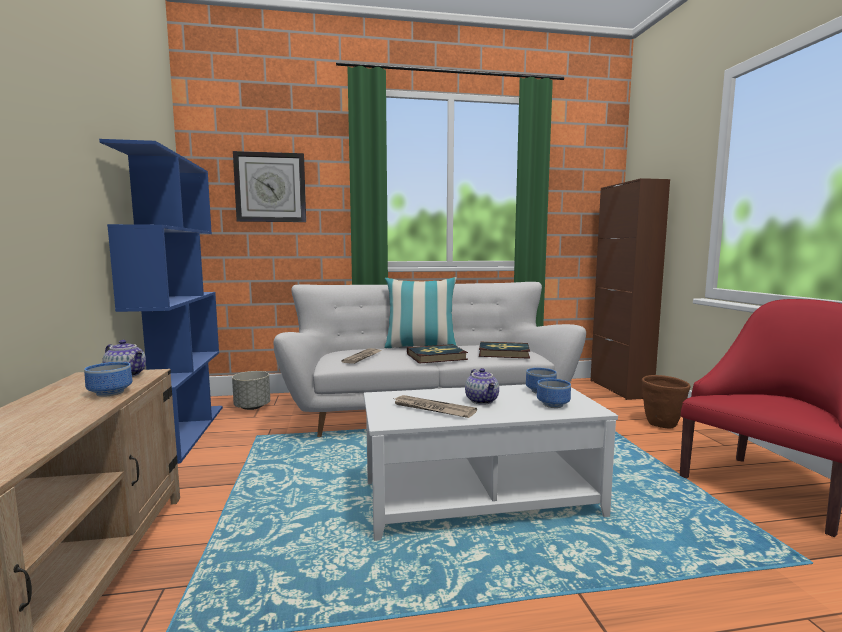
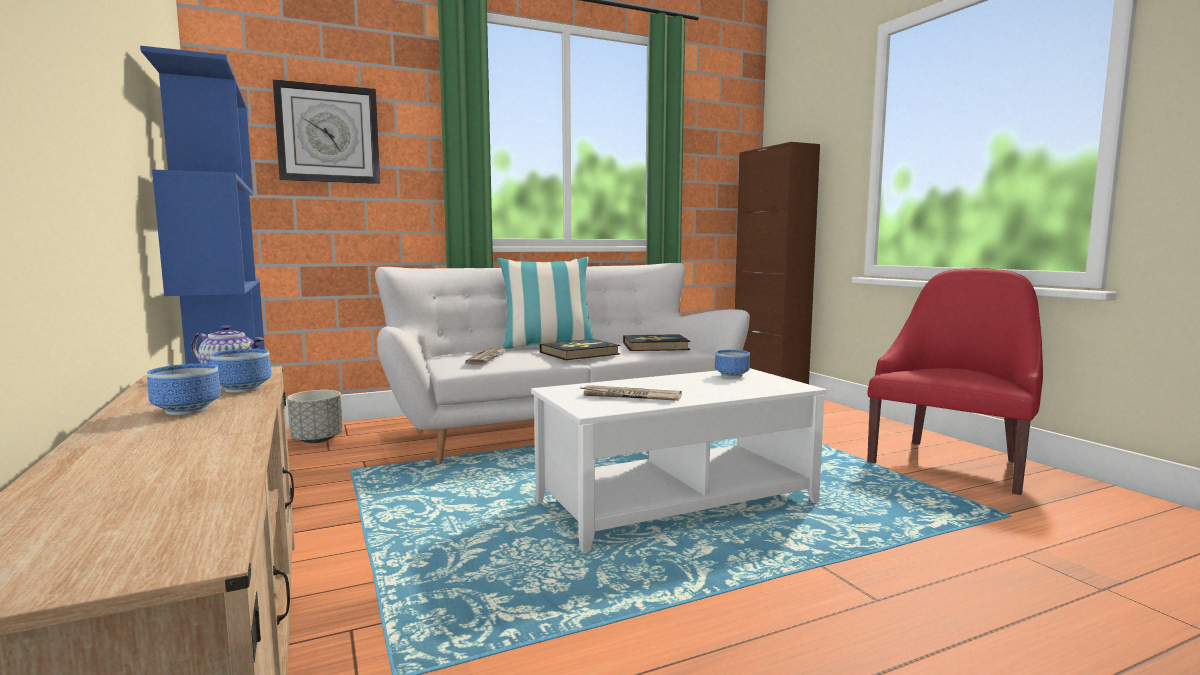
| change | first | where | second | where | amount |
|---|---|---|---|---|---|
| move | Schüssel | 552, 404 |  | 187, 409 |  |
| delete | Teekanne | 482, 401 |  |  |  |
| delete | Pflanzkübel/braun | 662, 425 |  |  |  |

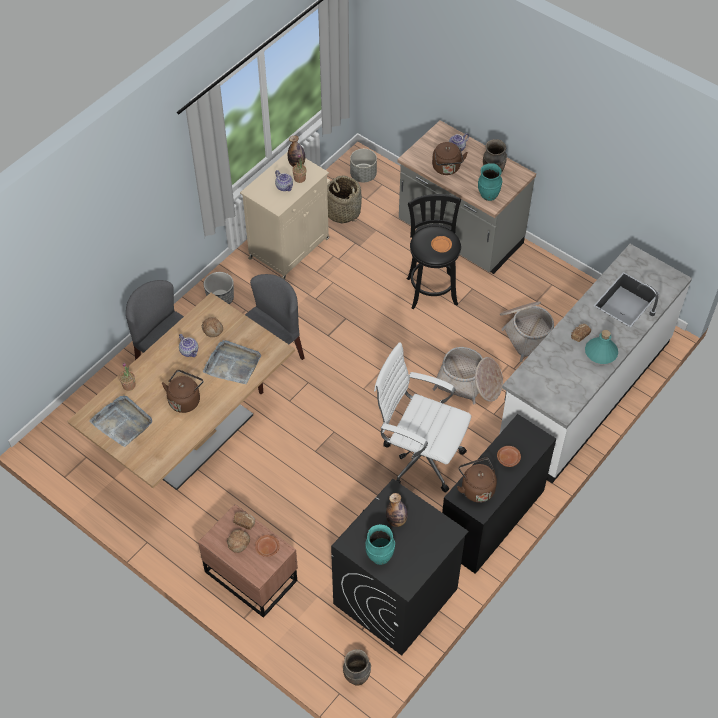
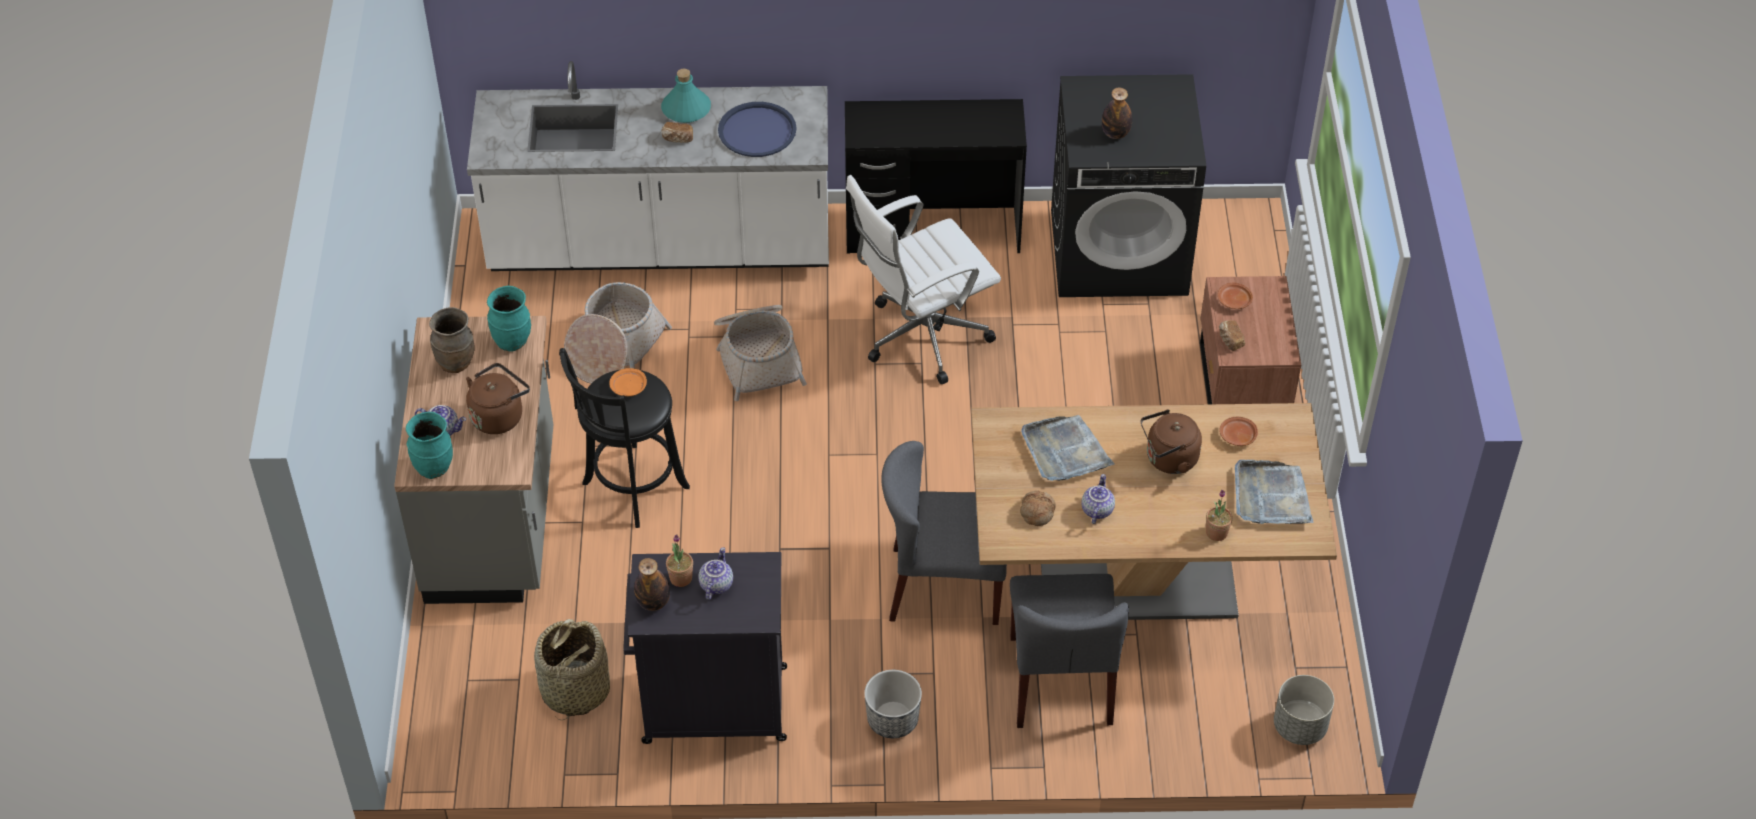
| change | first | where | second | where | amount |
|---|---|---|---|---|---|
| move | Vase/türkis | 380, 556 |  | 434, 468 |  |
| recolor | Schrank/beige | 290, 247 | Schrank/schwarz | 711, 705 |  |
| insert |  |  | Tablett/blau | 757, 131 |  |
| rotate | Bürostuhl/weiß | 419, 457 |  | 920, 338 | 75 degrees clockwise |
| move | Teller/braun | 508, 458 |  | 1237, 436 |  |
| move | Pflanzkübel/grau | 363, 175 |  | 1299, 727 |  |
| delete | Brot | 238, 542 |  |  |  |
| delete | Vase/braun | 357, 676 |  |  |  |
| delete | Wasserkessel/braun | 476, 488 |  |  |  |

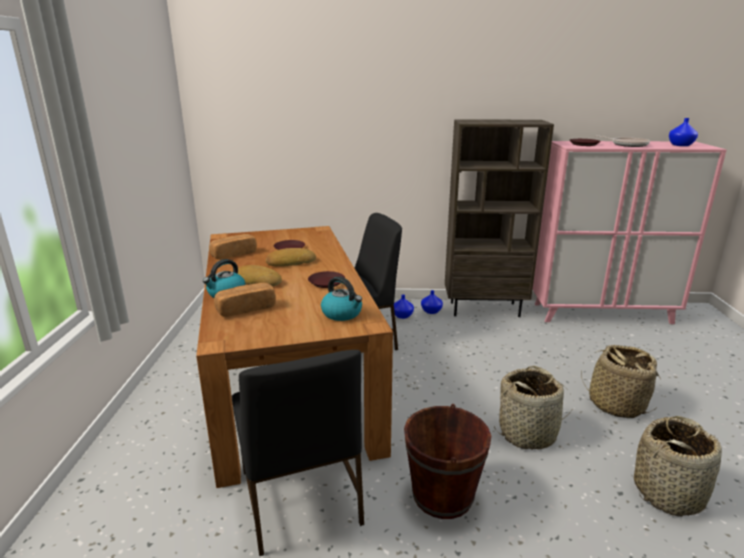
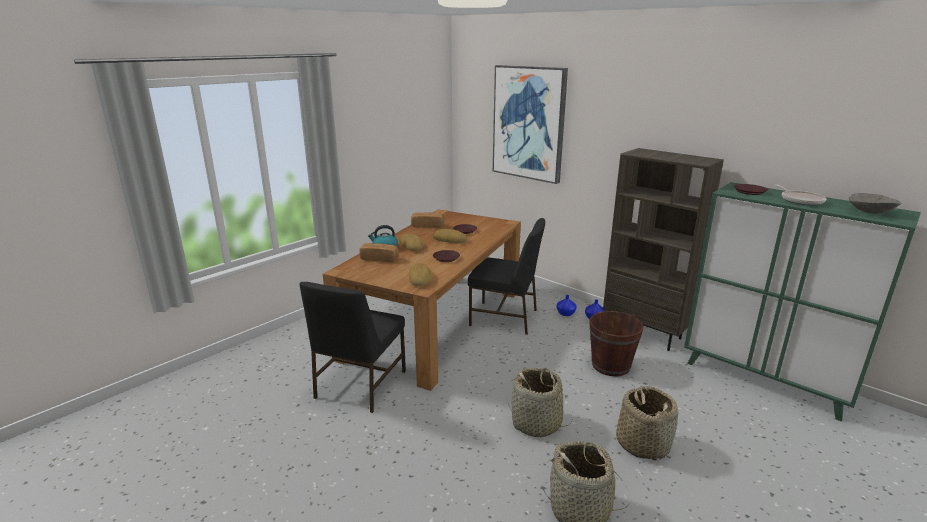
| change | first | where | second | where | amount |
|---|---|---|---|---|---|
| replace | Wasserkessel | 342, 313 | Brot | 420, 278 |  |
| insert |  |  | Bild | 529, 123 |  |
| move | Eimer/braun | 442, 495 |  | 610, 365 |  |
| recolor | Schrank/rosa | 602, 313 | Schrank/grün | 765, 380 |  |
| replace | Vase/blau | 680, 145 | Schüssel/grau | 870, 212 |  |

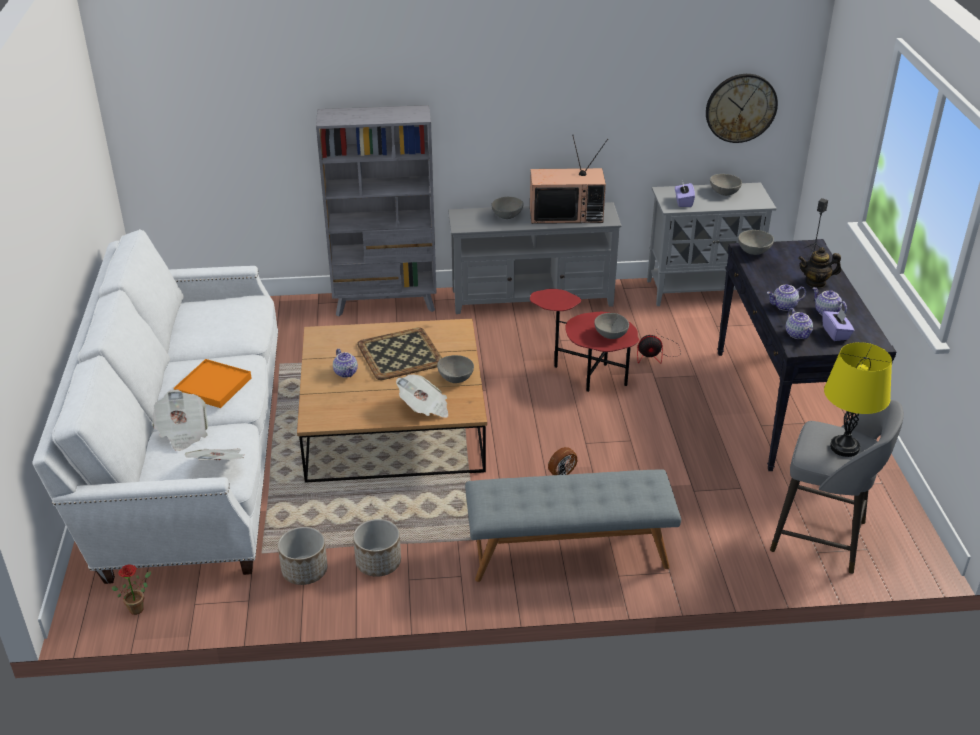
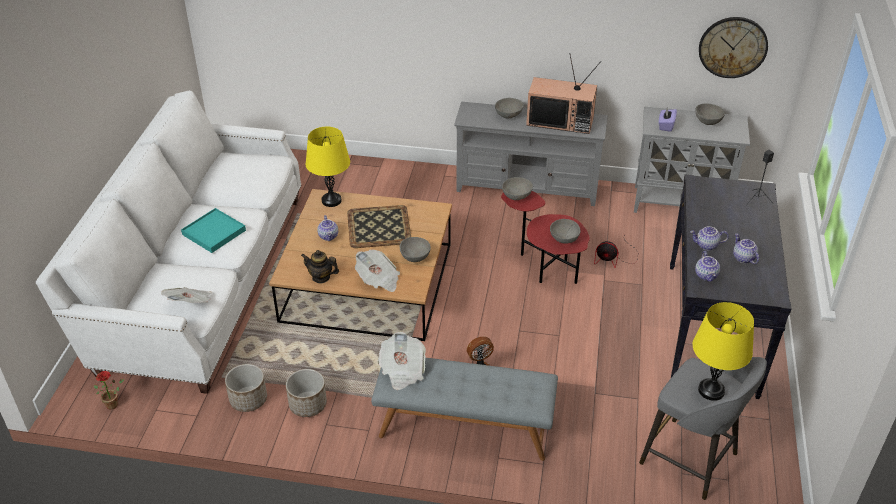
| change | first | where | second | where | amount |
|---|---|---|---|---|---|
| recolor | Tablett/orange | 213, 386 | Tablett/türkis | 214, 232 |  |
| move | Teekanne | 816, 283 |  | 321, 277 |  |
| insert |  |  | Tischlampe/gelb | 331, 200 |  |
| move | Zeitung | 183, 432 |  | 402, 370 |  |
| move | Schüssel/grau | 754, 251 |  | 517, 196 |  |
| delete | Bücherregal/grau | 385, 303 |  |  |  |
| delete | Taschentuchbox/lila | 836, 333 |  |  |  |

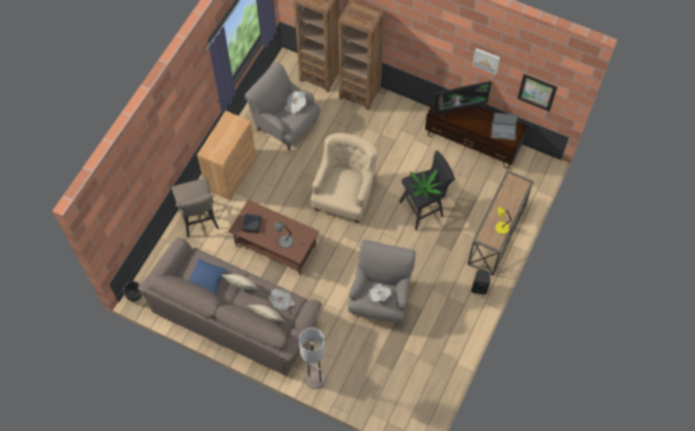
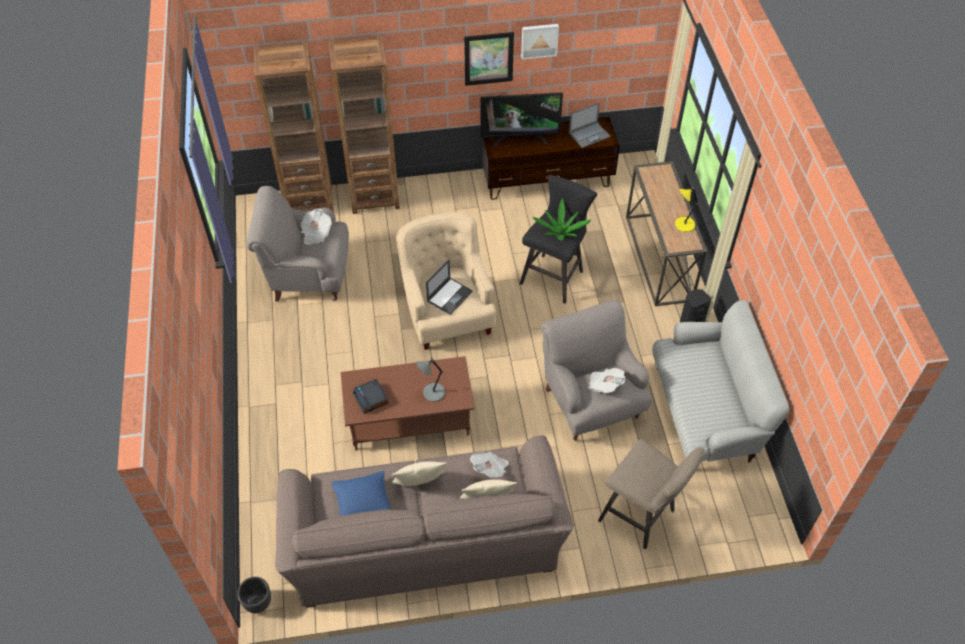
| change | first | where | second | where | amount |
|---|---|---|---|---|---|
| insert |  |  | Laptop | 449, 296 |  |
| move | Bild | 537, 92 |  | 488, 58 |  |
| rotate | Fernseher | 458, 109 |  | 519, 138 | 45 degrees clockwise |
| move | Hocker/beige | 200, 221 |  | 641, 517 |  |
| insert |  |  | Sofa | 705, 413 |  |
| delete | Schrank/braun | 231, 173 |  |  |  |
| delete | Stehlampe | 314, 379 |  |  |  |

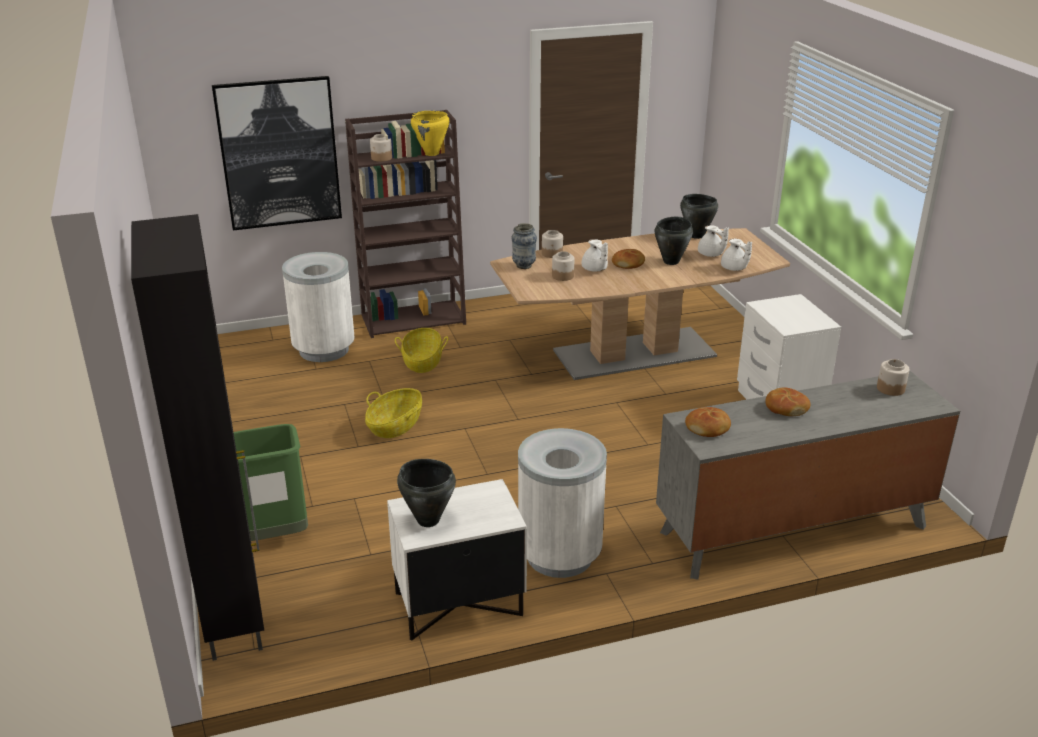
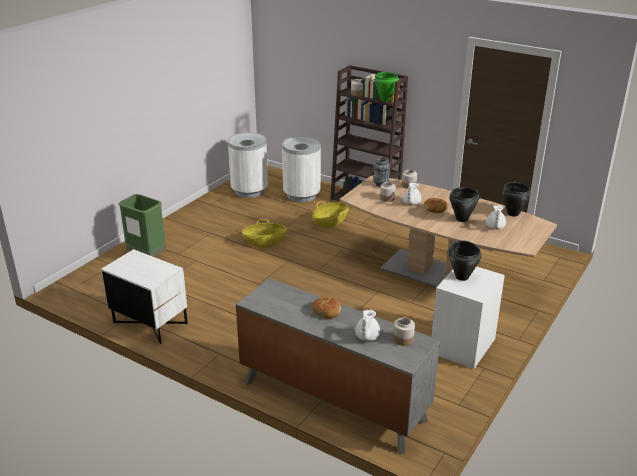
| change | first | where | second | where | amount |
|---|---|---|---|---|---|
| move | Mülleimer/weiß | 559, 555 |  | 249, 191 |  |
| move | Teekanne/weiß | 734, 268 |  | 366, 336 |  |
| recolor | Kochtopf/gelb | 431, 153 | Kochtopf/grün | 385, 100 |  |
| move | Kochtopf/schwarz | 428, 520 |  | 462, 277 |  |
| delete | Schrank/schwarz | 234, 614 |  |  |  |
| delete | Bild | 279, 153 |  |  |  |
| delete | Brot | 708, 428 |  |  |  |

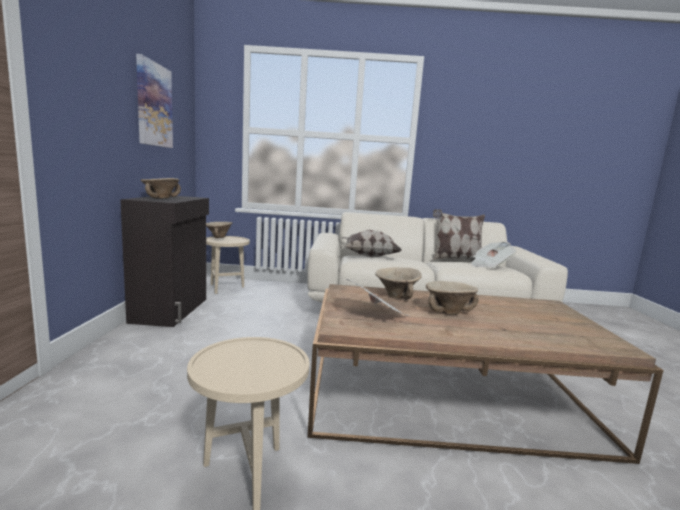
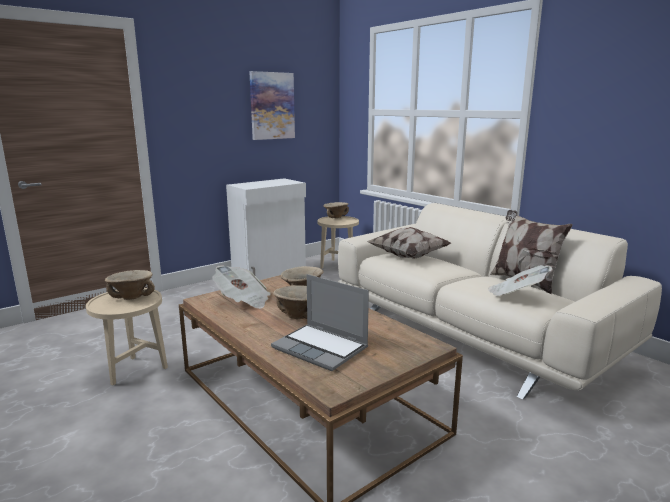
| change | first | where | second | where | amount |
|---|---|---|---|---|---|
| move | Schüssel/beige | 160, 198 |  | 132, 297 |  |
| recolor | Schrank/schwarz | 172, 310 | Schrank/weiß | 270, 273 |  |
| insert |  |  | Laptop | 321, 348 |  |

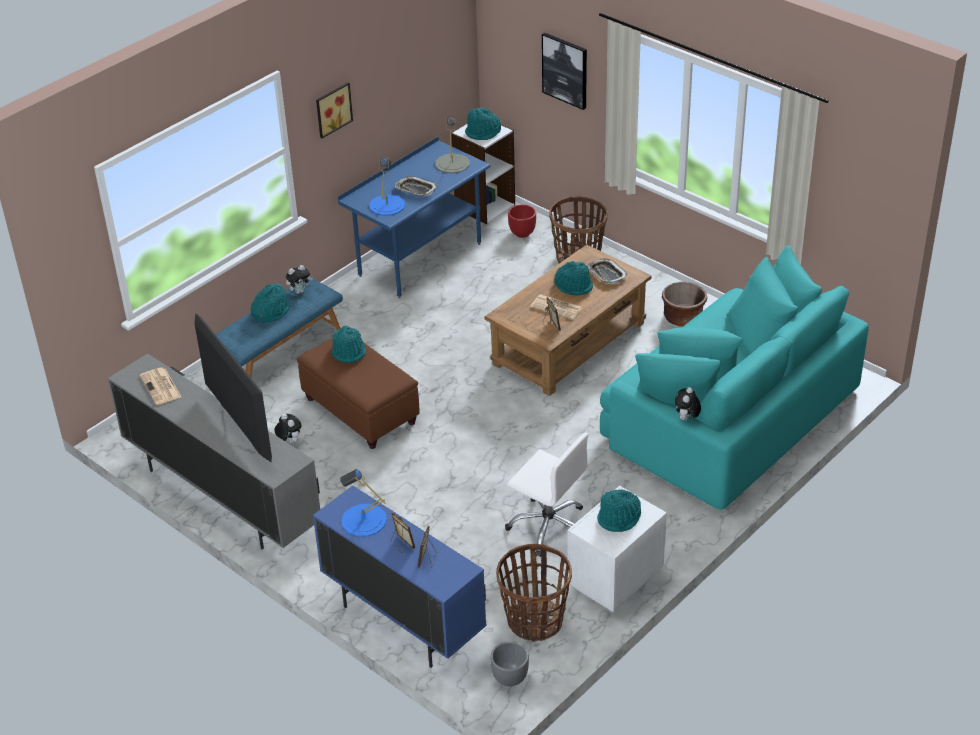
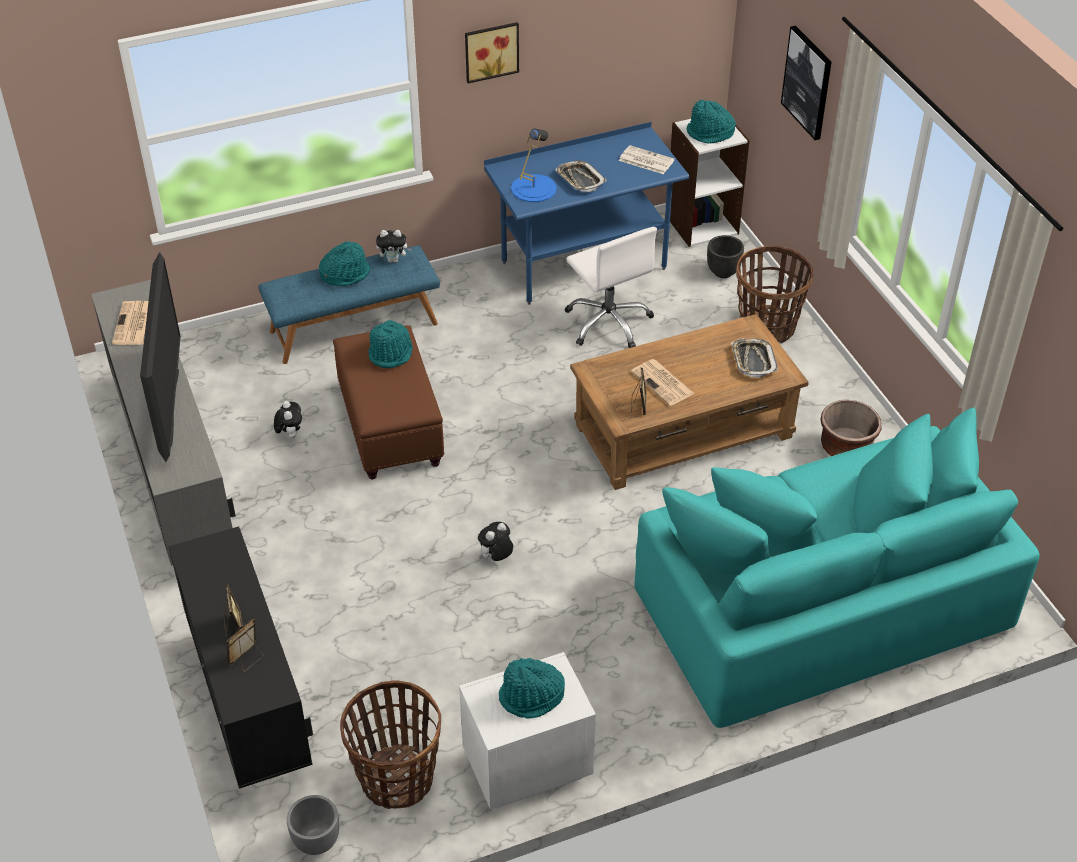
| change | first | where | second | where | amount |
|---|---|---|---|---|---|
| recolor | Schrank/blau | 403, 622 | Schrank/schwarz | 251, 712 |  |
| move | Plüschtier | 686, 419 |  | 496, 558 |  |
| move | Bürostuhl/weiß | 549, 526 |  | 608, 322 |  |
| replace | Tischlampe/grau | 452, 163 | Zeitung | 645, 160 |  |
| recolor | Pflanzkübel/rot | 522, 233 | Pflanzkübel/schwarz | 723, 272 |  |
| delete | Tischlampe/blau | 364, 520 |  |  |  |
| delete | Hut/türkis | 574, 286 |  |  |  |

